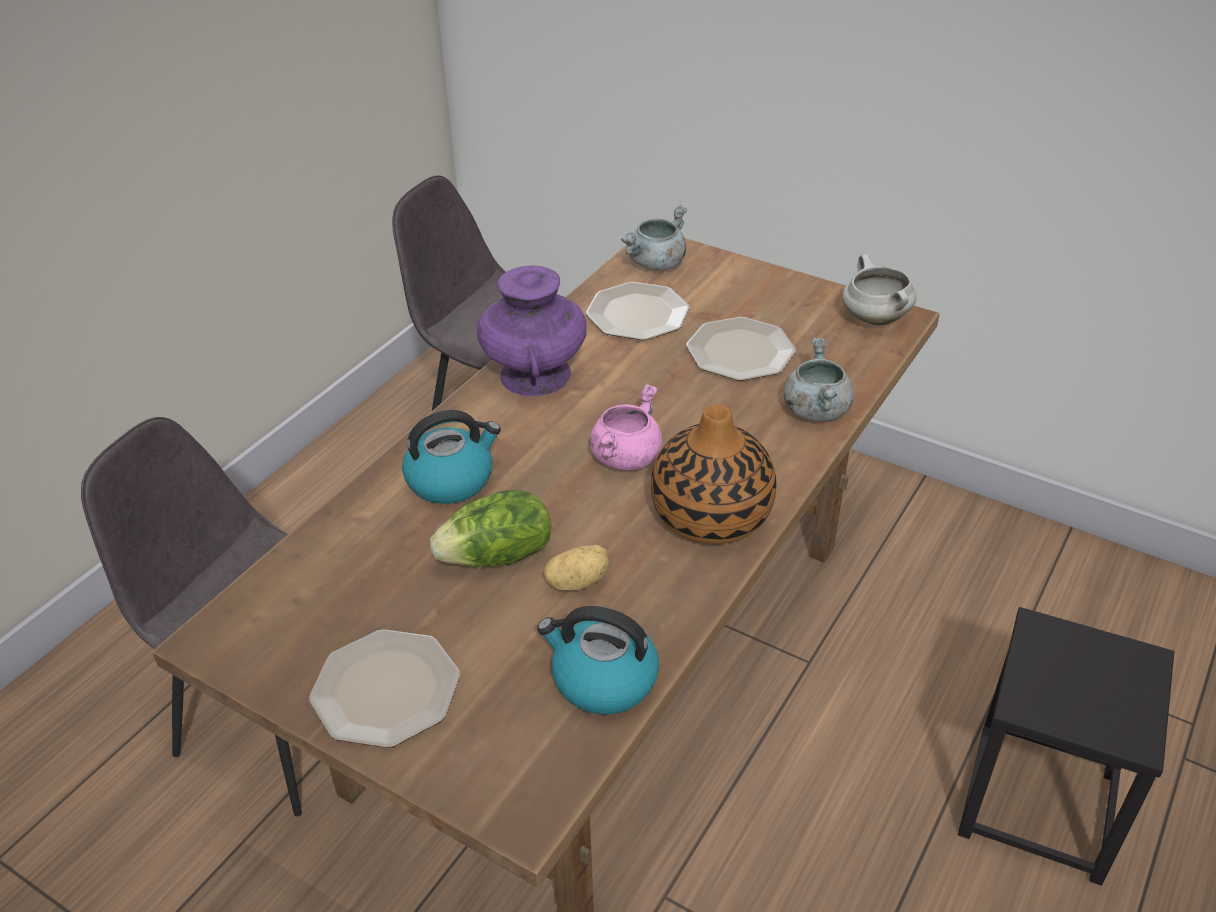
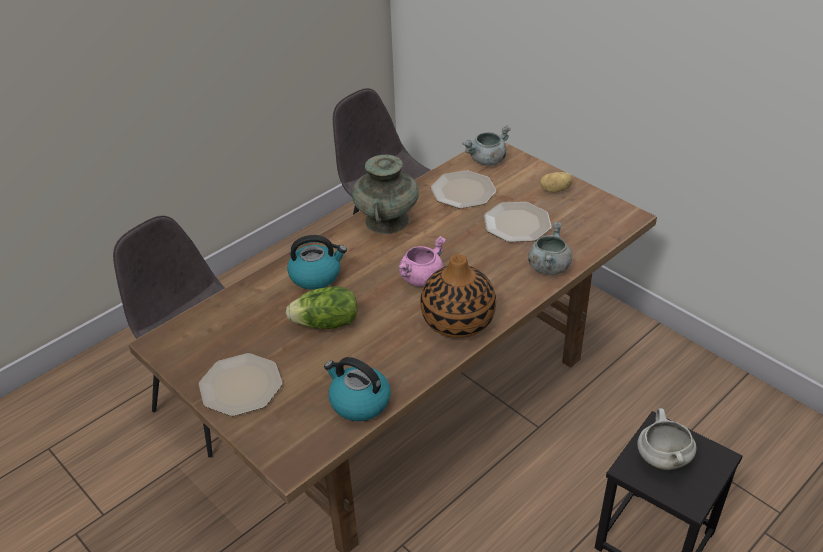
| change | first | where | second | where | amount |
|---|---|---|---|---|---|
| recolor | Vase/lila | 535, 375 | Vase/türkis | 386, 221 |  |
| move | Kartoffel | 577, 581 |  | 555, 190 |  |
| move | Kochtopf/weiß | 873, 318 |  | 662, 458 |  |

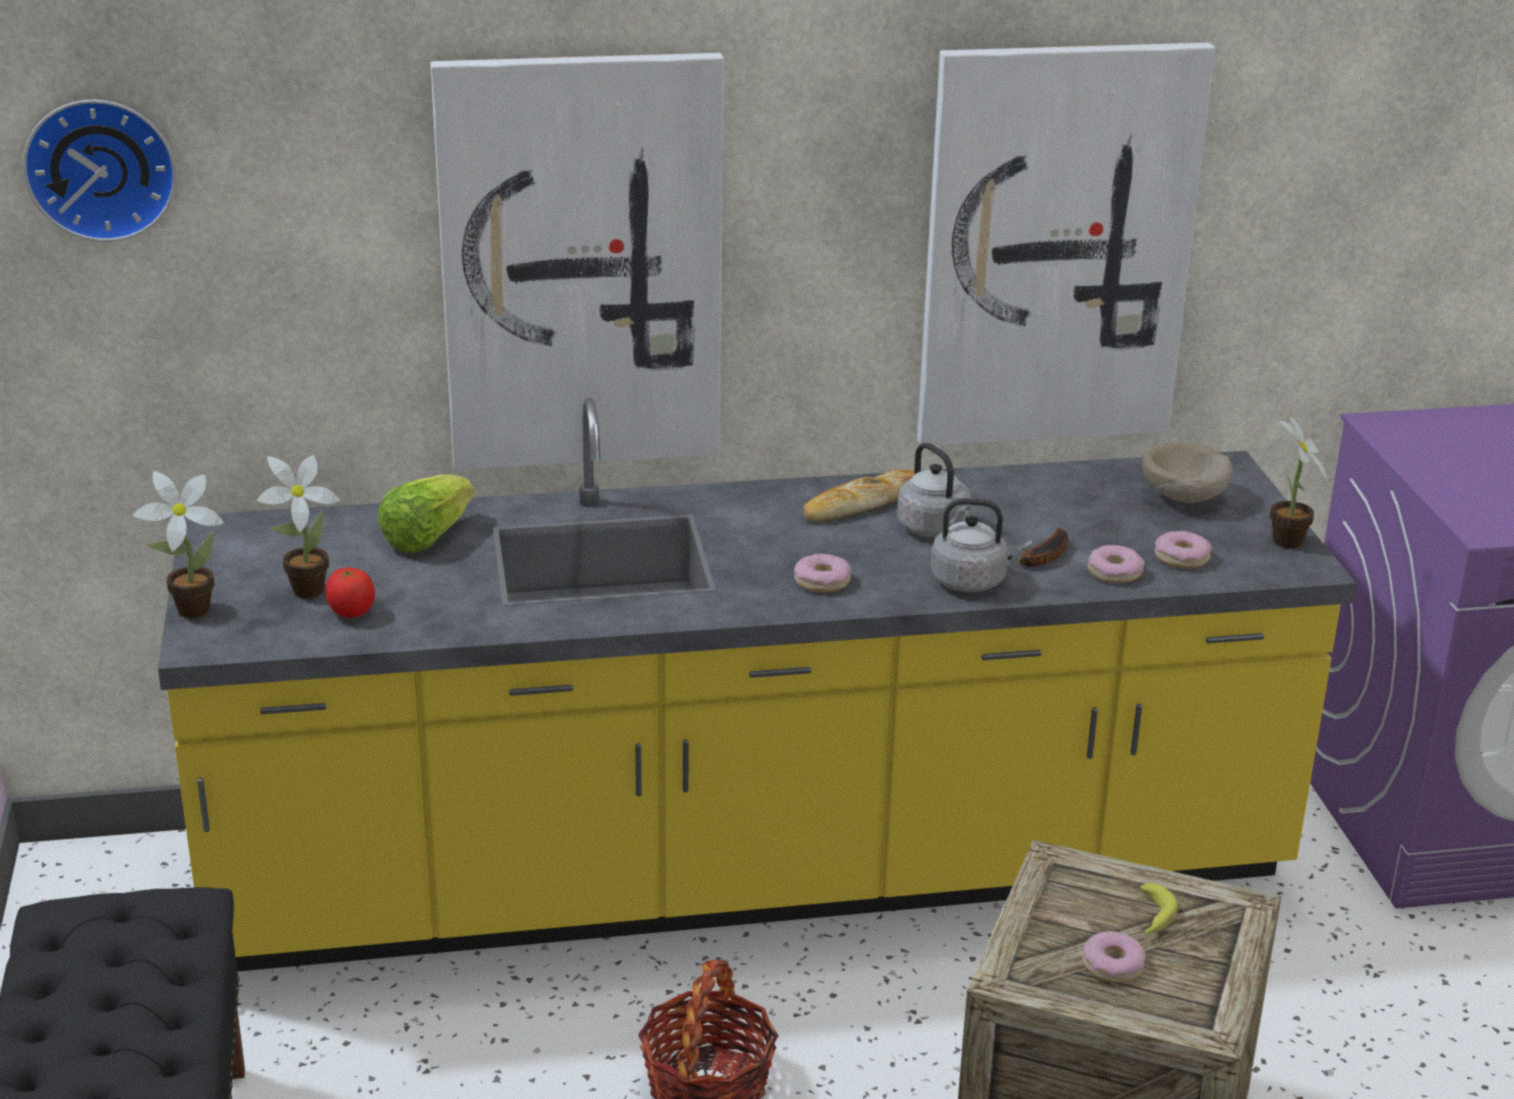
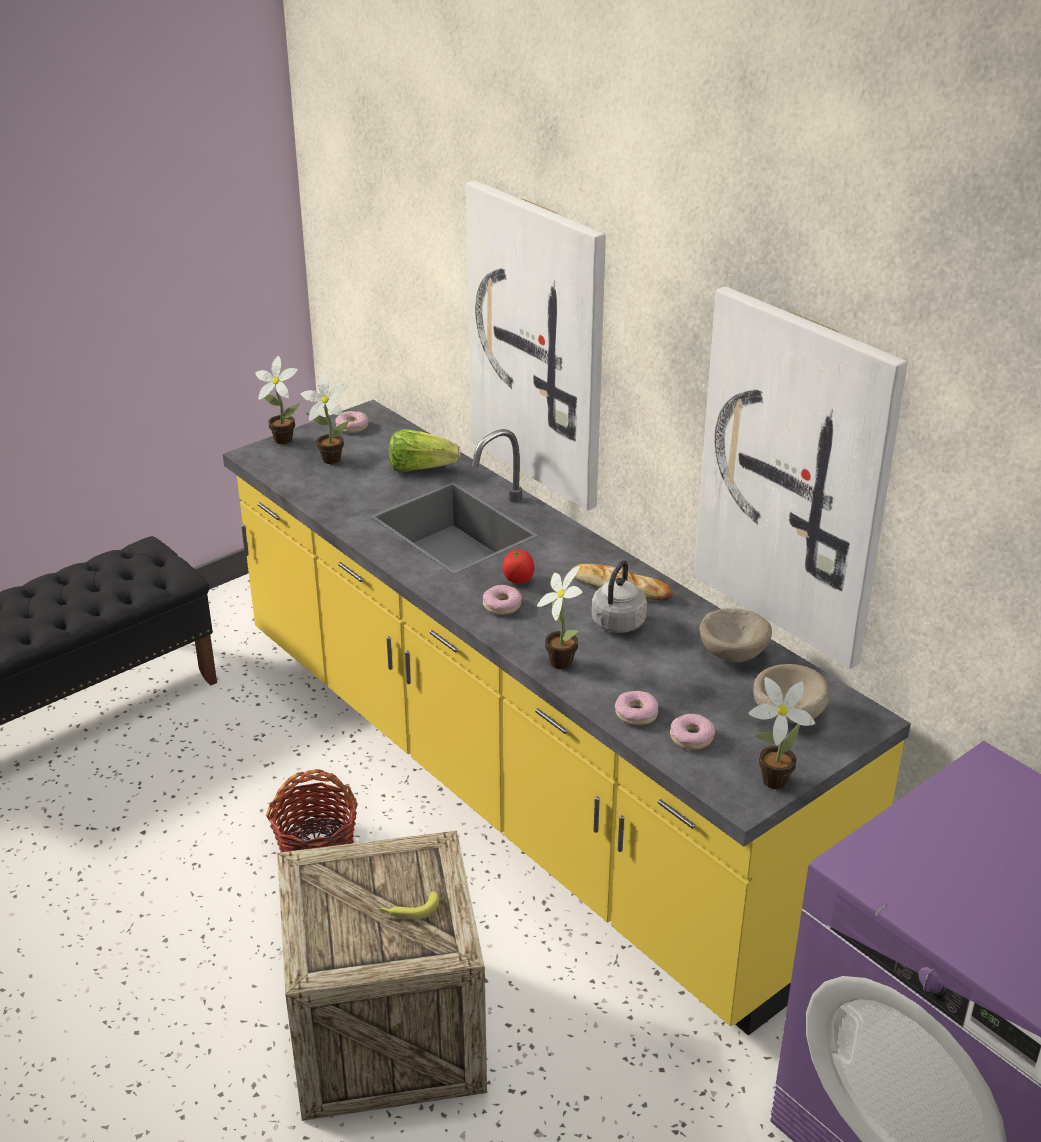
| change | first | where | second | where | amount |
|---|---|---|---|---|---|
| move | Donut | 1112, 965 |  | 352, 426 |  |
| move | Tomate | 351, 613 |  | 518, 579 |  |
| replace | Wasserkessel/grau | 972, 581 | Topfpflanze | 561, 660 |  |
| insert |  |  | Schüssel/beige | 734, 653 |  |
| delete | Wanduhr | 101, 167 |  |  |  |
| delete | Banane | 1041, 557 |  |  |  |

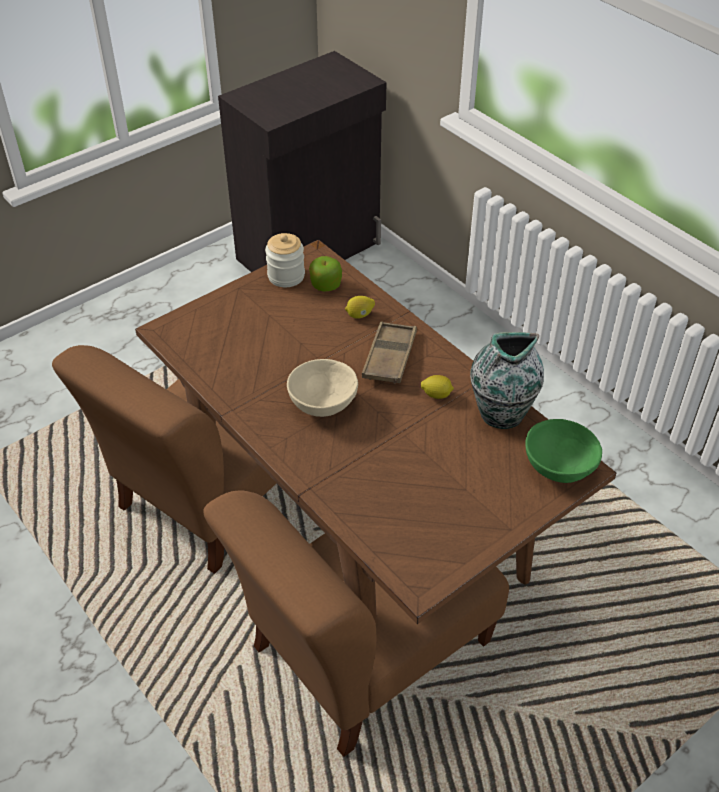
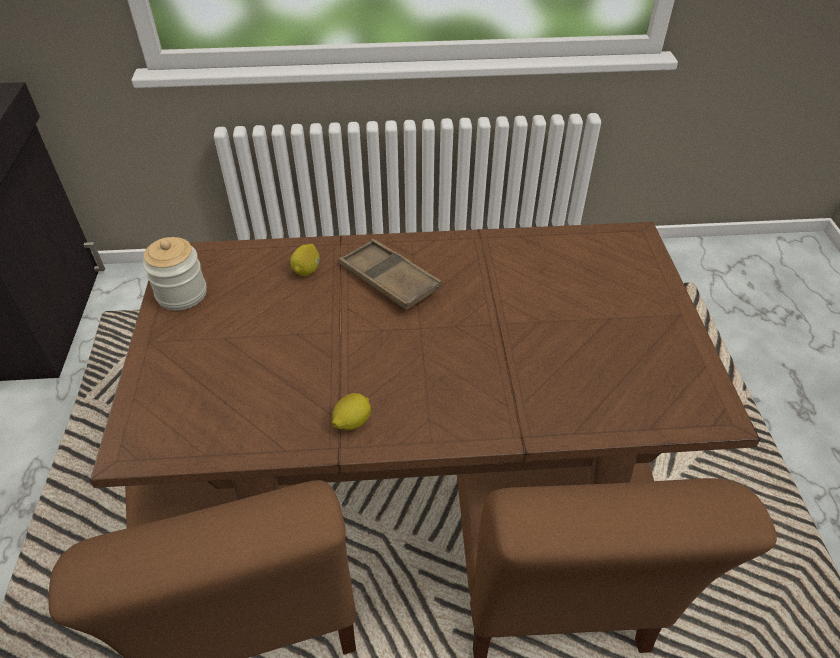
| change | first | where | second | where | amount |
|---|---|---|---|---|---|
| move | Zitrone | 436, 395 |  | 352, 422 |  |
| delete | Schüssel/beige | 322, 404 |  |  |  |
| delete | Apfel | 325, 285 |  |  |  |
| delete | Vase | 500, 414 |  |  |  |
| delete | Schüssel/grün | 558, 467 |  |  |  |

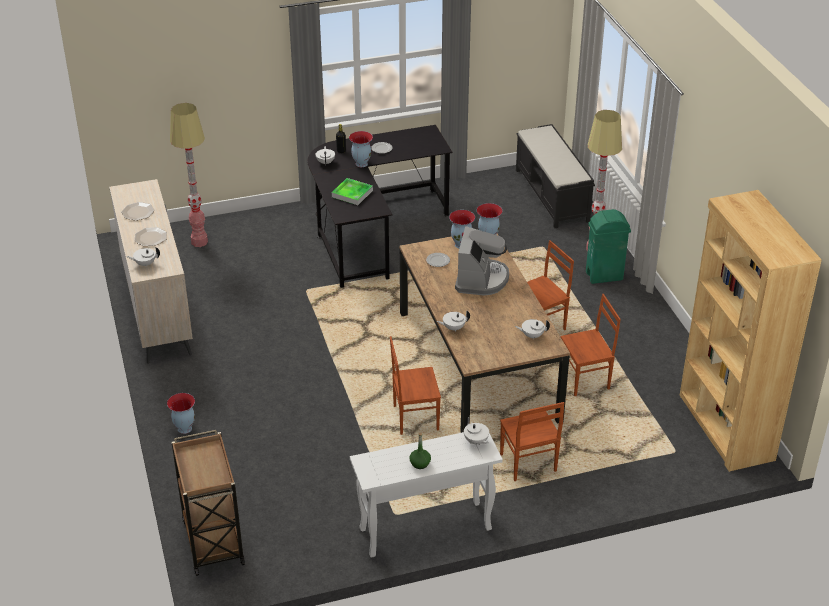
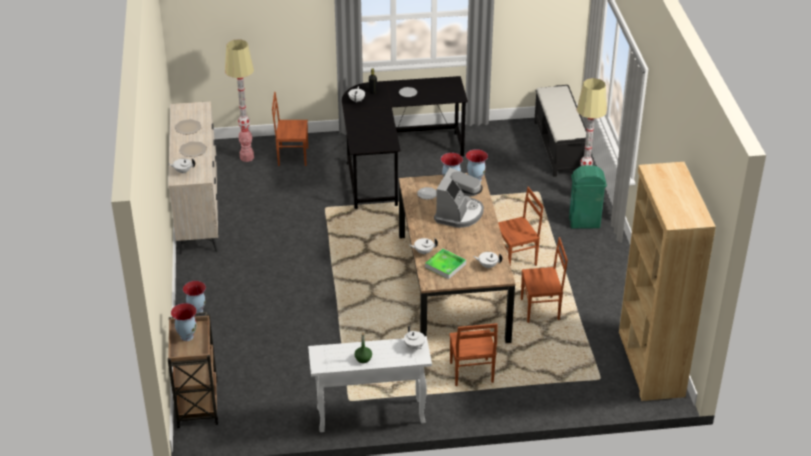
| change | first | where | second | where | amount |
|---|---|---|---|---|---|
| move | Vase | 361, 163 |  | 186, 336 |  |
| move | Stuhl/braun | 414, 418 |  | 292, 156 |  |
| move | Tablett | 352, 194 |  | 445, 265 |  |

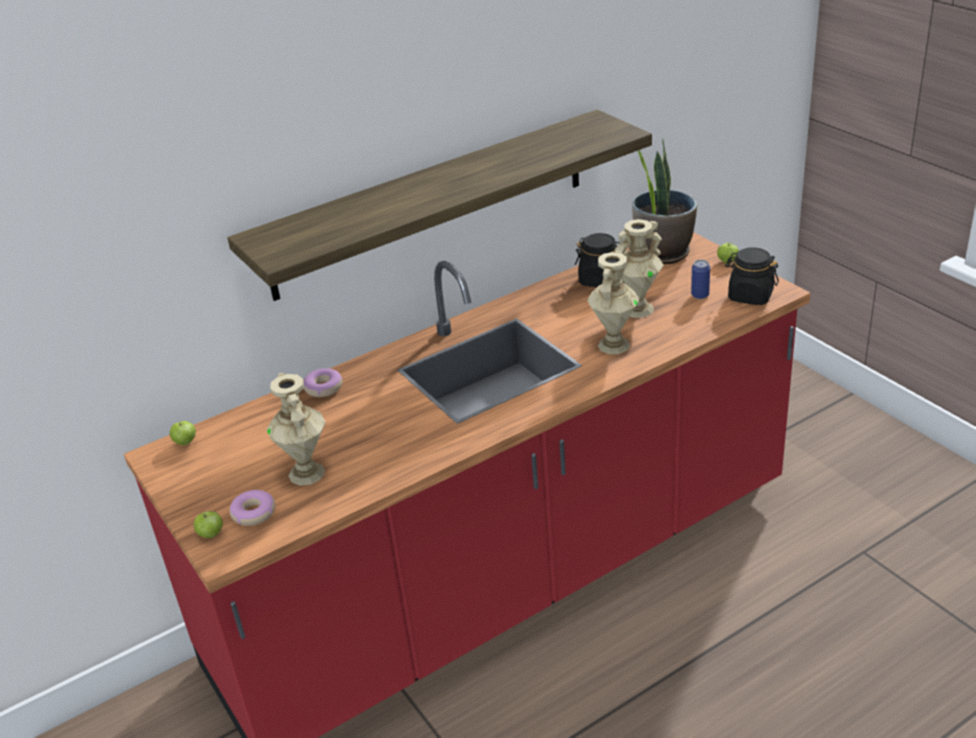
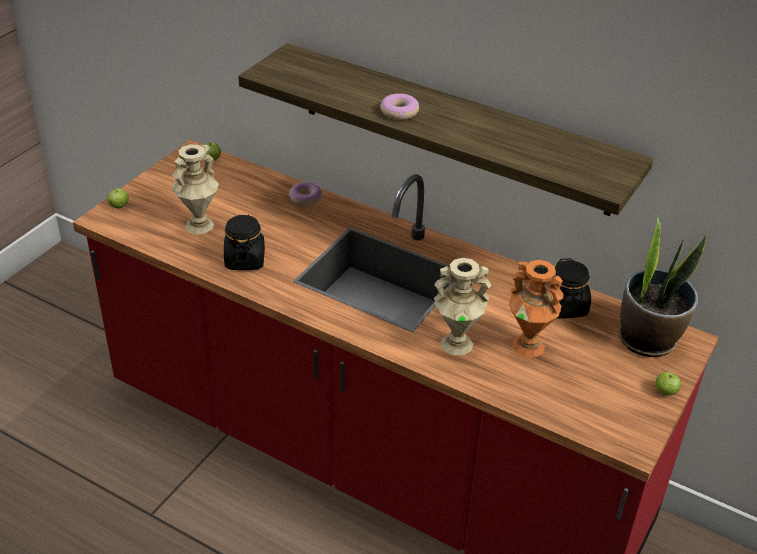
| change | first | where | second | where | amount |
|---|---|---|---|---|---|
| move | Vorratsglas/schwarz | 750, 296 |  | 245, 260 |  |
| move | Donut | 253, 513 |  | 399, 112 |  |
| recolor | Vase/beige | 638, 309 | Vase/orange | 529, 345 |  |
| delete | Dose | 700, 295 |  |  |  |

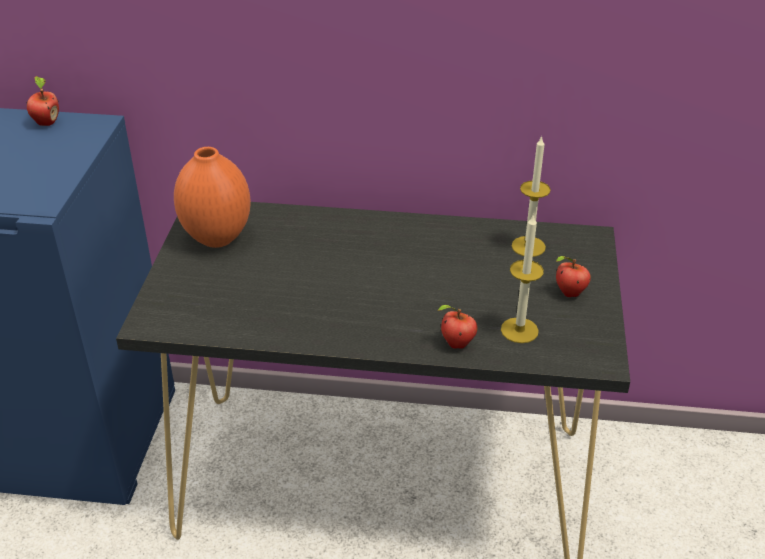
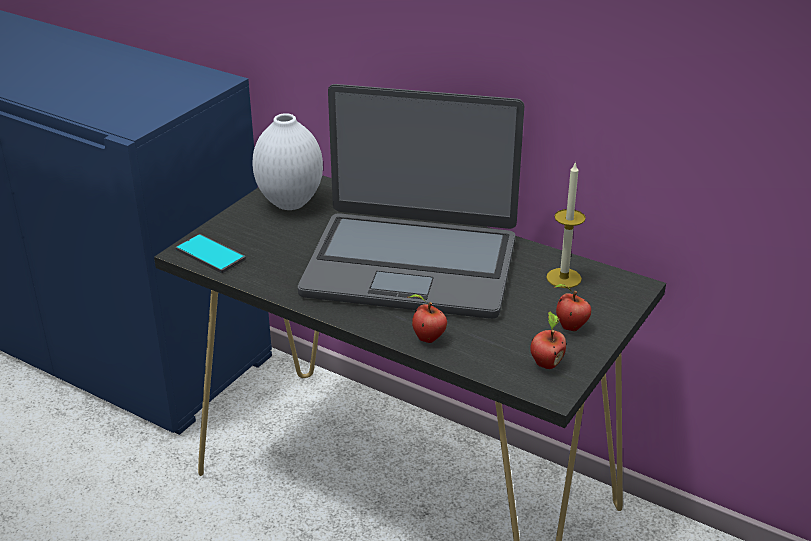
| change | first | where | second | where | amount |
|---|---|---|---|---|---|
| insert |  |  | Handy | 210, 254 |  |
| recolor | Vase/orange | 217, 237 | Vase/weiß | 291, 202 |  |
| insert |  |  | Laptop | 411, 265 |  |
| move | Apfel | 46, 122 |  | 546, 363 |  |
| delete | Kerze | 519, 330 |  |  |  |

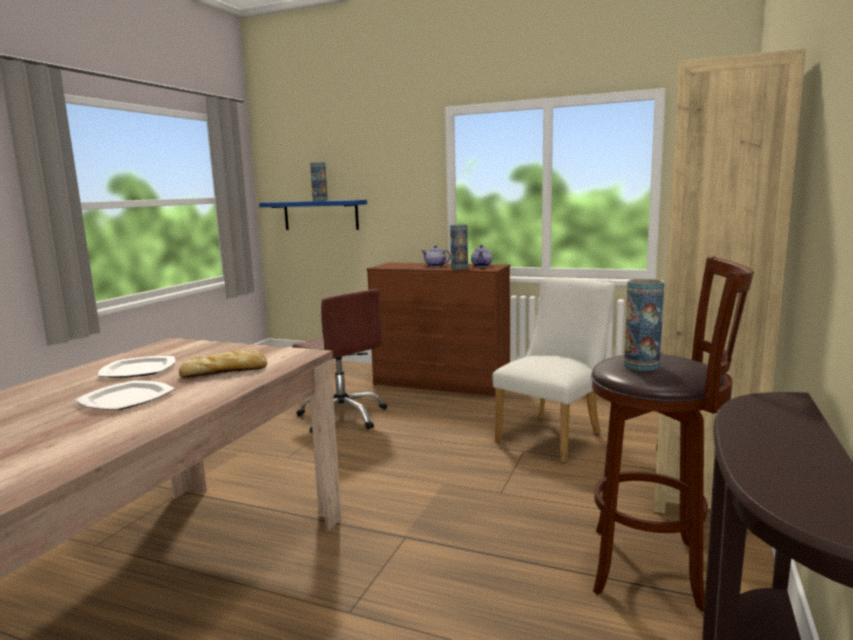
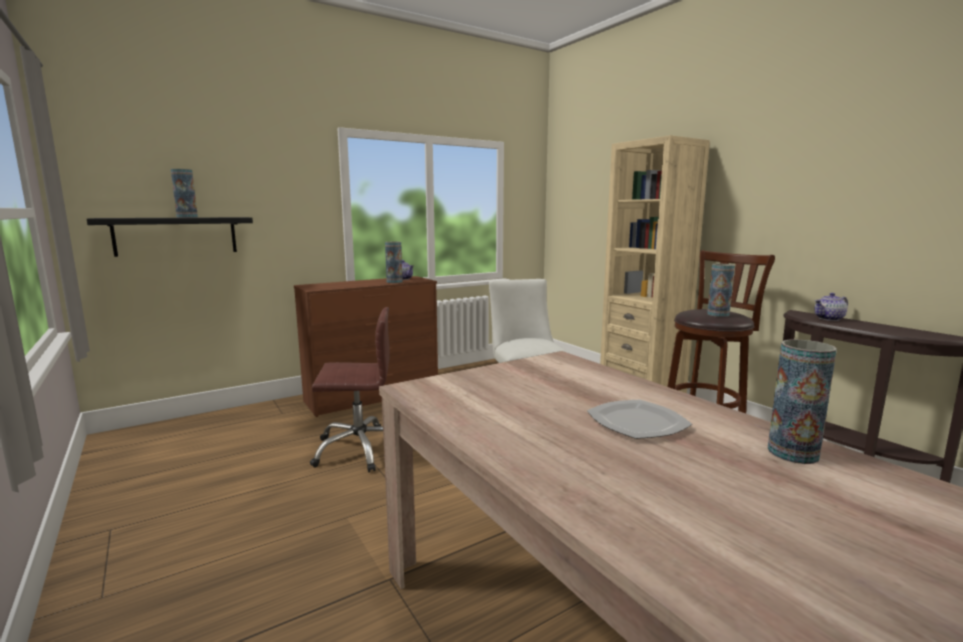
| change | first | where | second | where | amount |
|---|---|---|---|---|---|
| recolor | Wandregal/blau | 320, 215 | Wandregal/schwarz | 176, 236 |  |
| insert |  |  | Vase | 793, 453 |  |
| move | Teekanne | 435, 266 |  | 829, 319 |  |
| delete | Teller | 138, 370 |  |  |  |
| delete | Brot | 226, 372 |  |  |  |

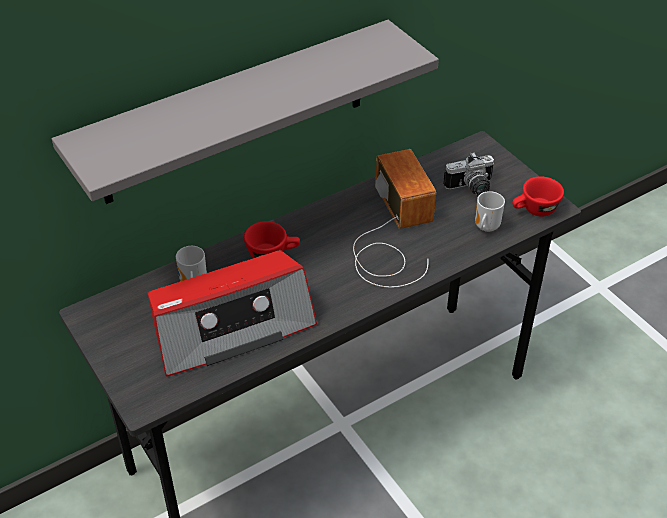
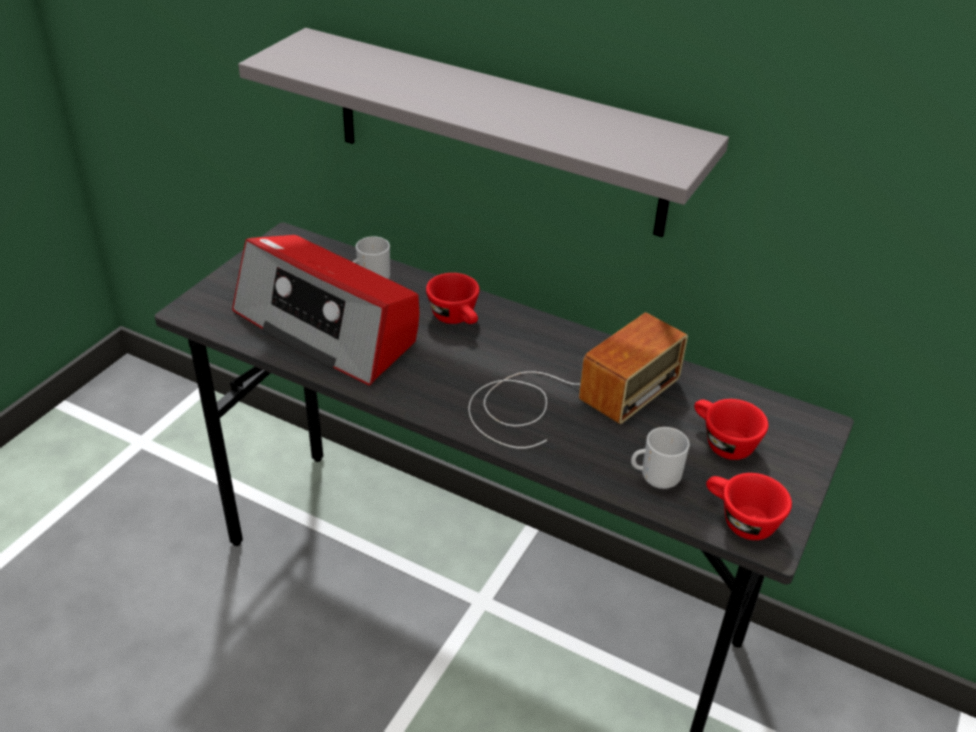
| change | first | where | second | where | amount |
|---|---|---|---|---|---|
| replace | Kamera | 471, 188 | Tasse/rot | 722, 442 |  |

